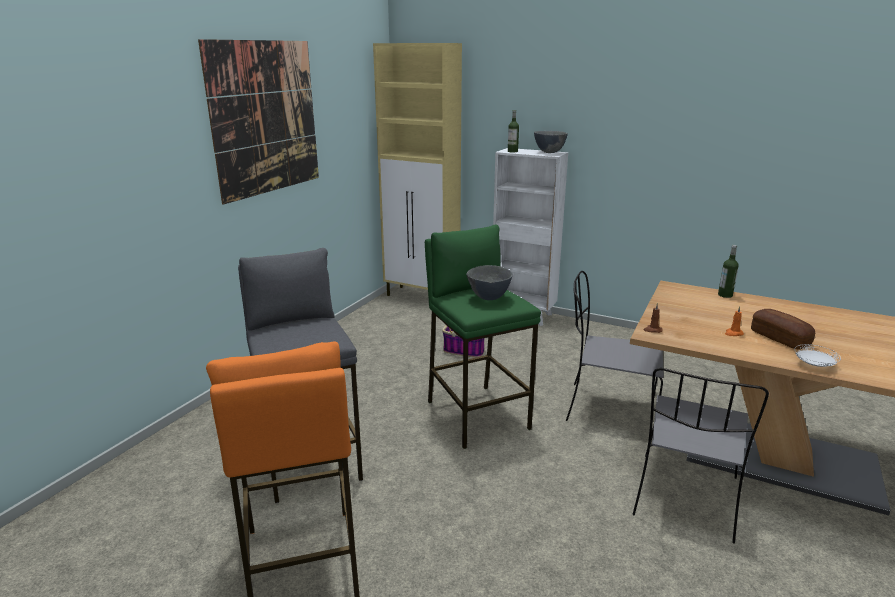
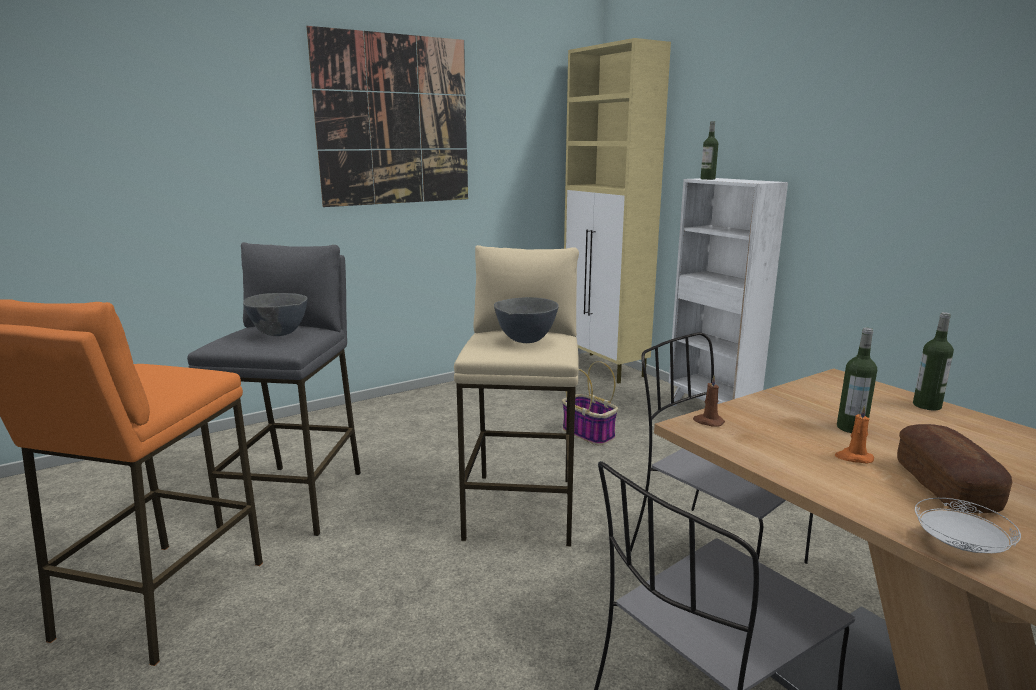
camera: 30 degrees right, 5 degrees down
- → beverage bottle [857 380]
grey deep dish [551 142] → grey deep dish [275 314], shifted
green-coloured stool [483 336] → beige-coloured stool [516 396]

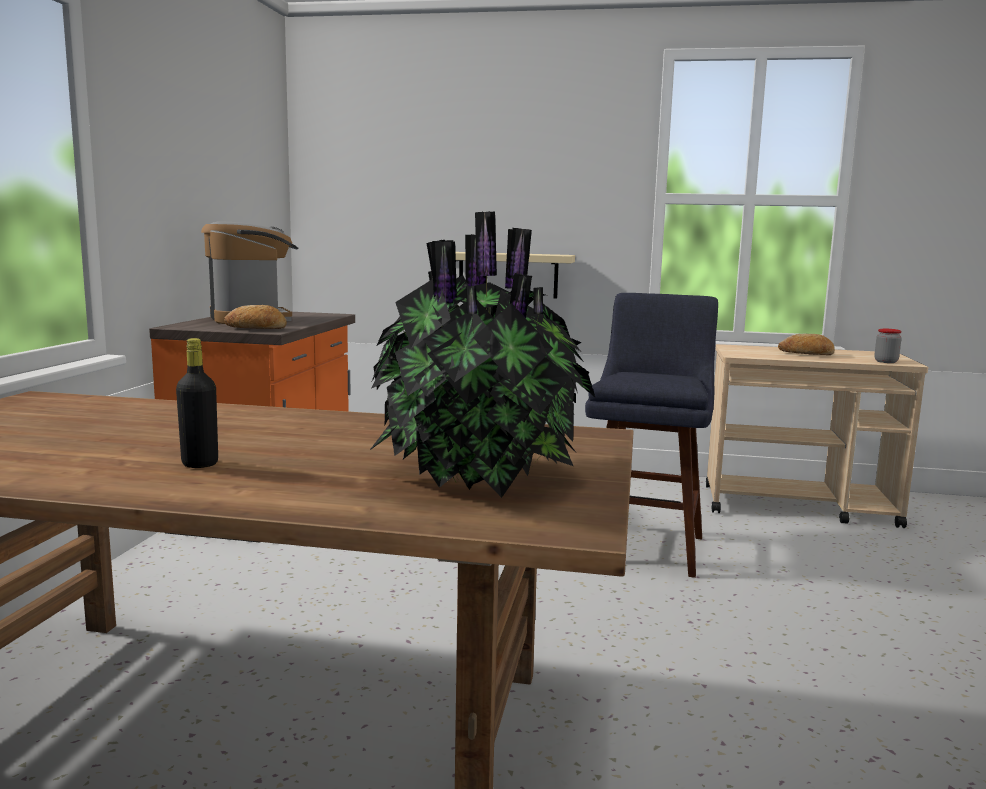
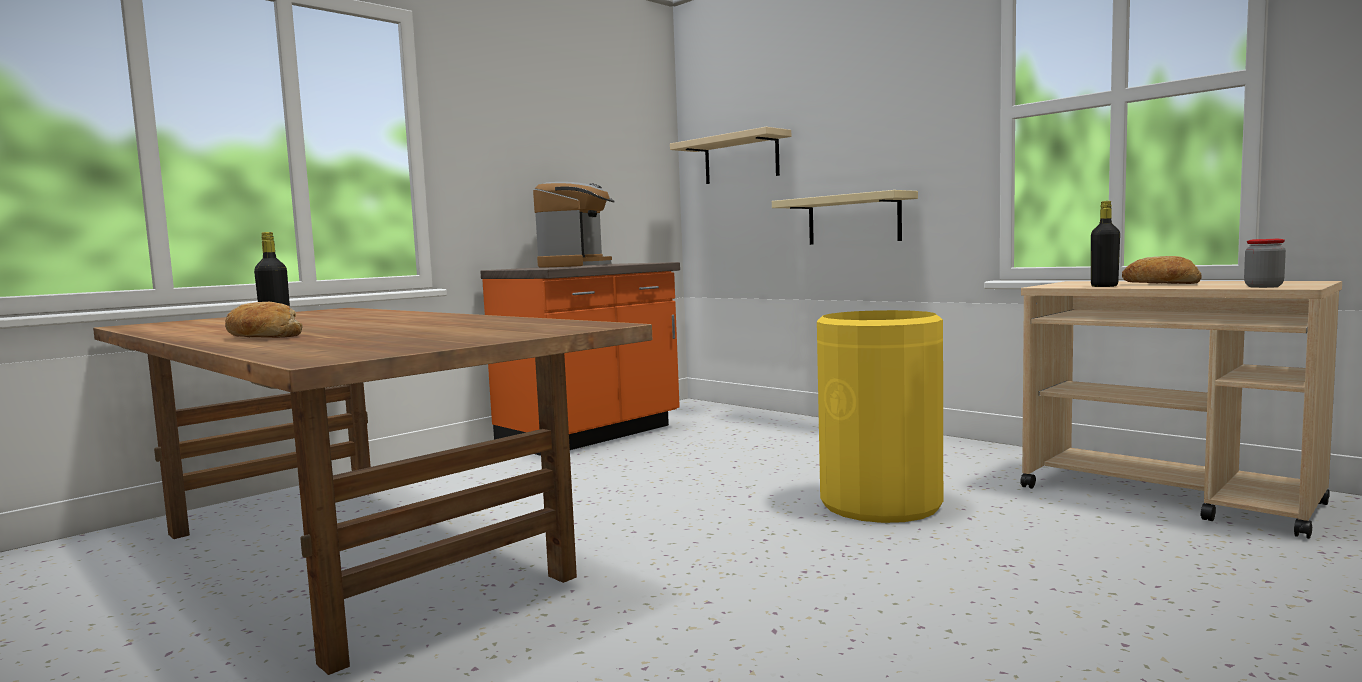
camera: 35 degrees right, 5 degrees down
houseplant [482 354] → -
- → beige-coloured wall shelf [730 155]
- → blackish beverage bottle [1105 244]
bakery bread [255 317] → bakery bread [264 320], shifted
bluish stool [651 435] → yellowish rubbish bin [880 416]

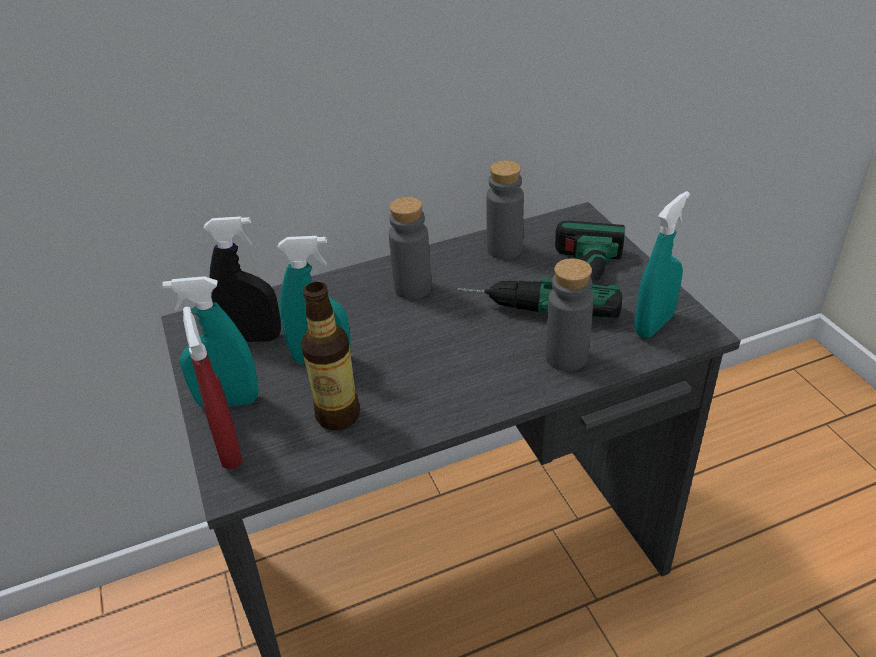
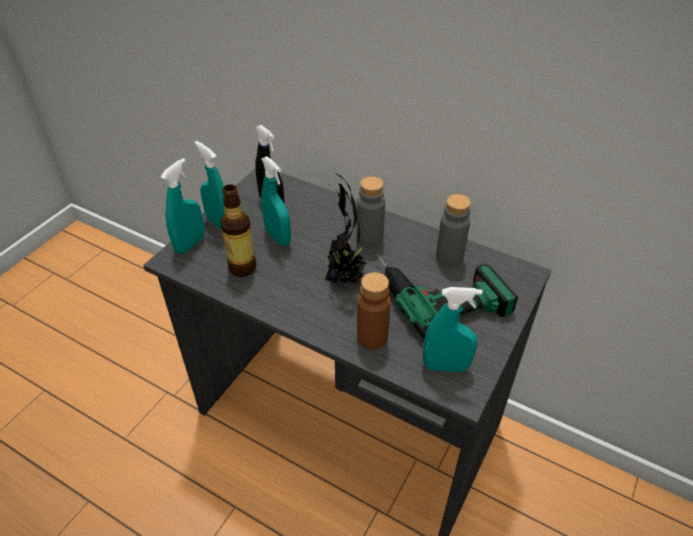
camera: 50 degrees right, 5 degrees up
- → houseplant [344 228]
reddish hand sprayer [213 387] → turquoise-coloured hand sprayer [182 206]
grey beverage bottle [569 314] → brownish beverage bottle [374 310]

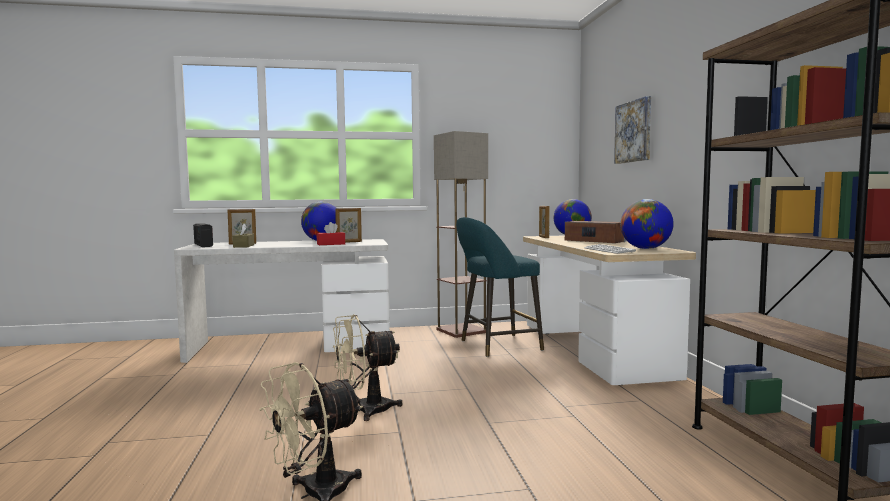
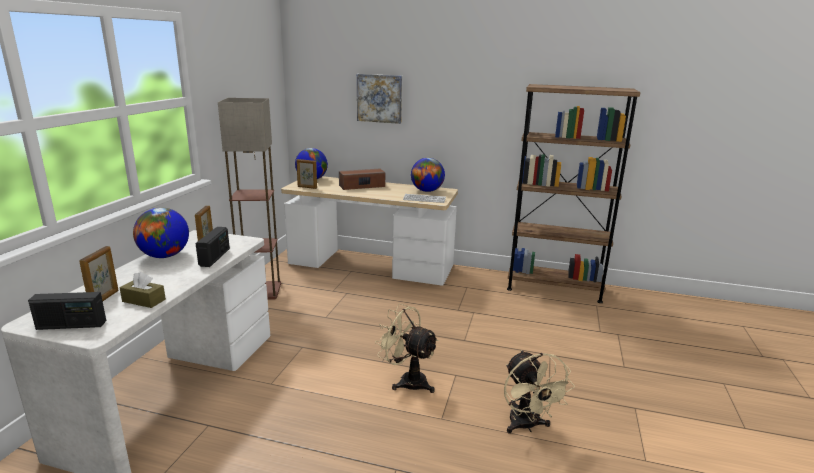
camera: 65 degrees left, 15 degrees up
turquoise-coloured stool [500 287] → -
reddish box of tissues [331 233] → radio [212 247]
beige-coloured electric fan [368 367] → beige-coloured electric fan [407 348], 120 degrees clockwise

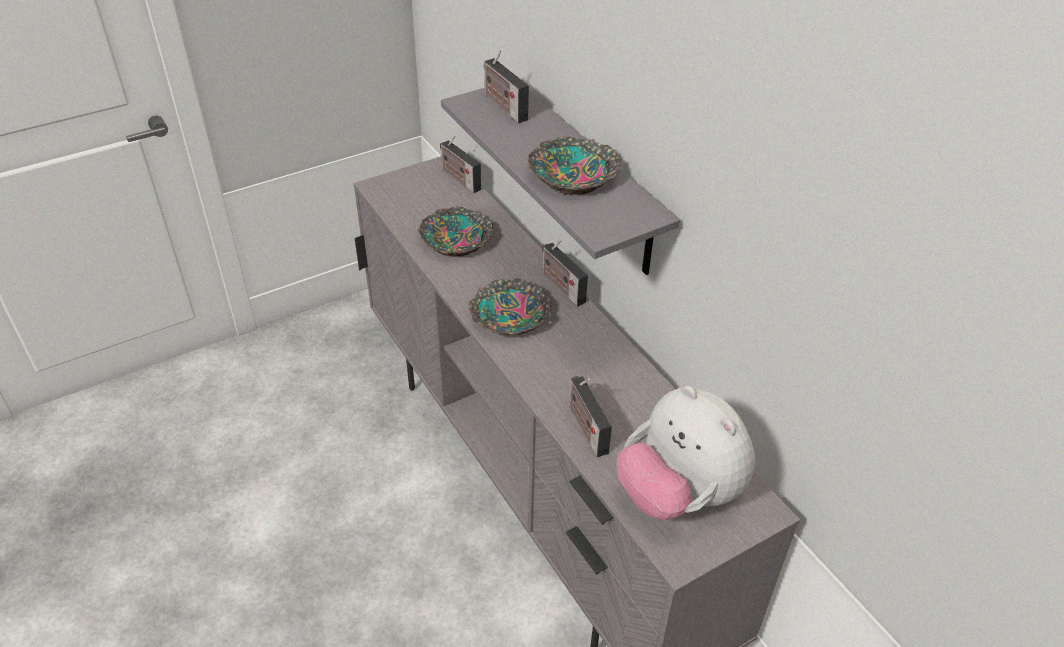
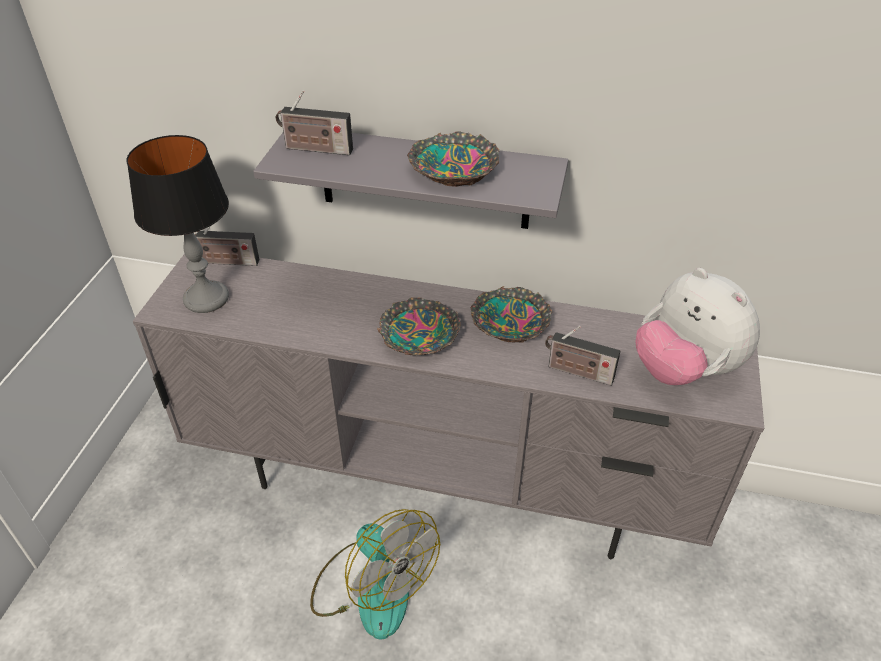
camera: 45 degrees left, 0 degrees up
radio [565 273] → -
- → tabletop lamp [178 224]
- → electric fan [375 574]
deep dish [456 231] → deep dish [511 314], shifted
soft toy [686 453] → soft toy [697 326], 45 degrees clockwise

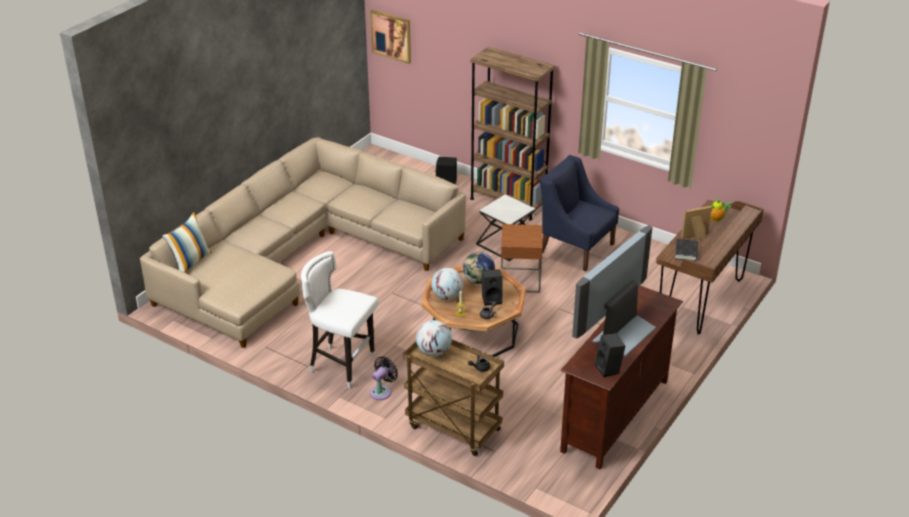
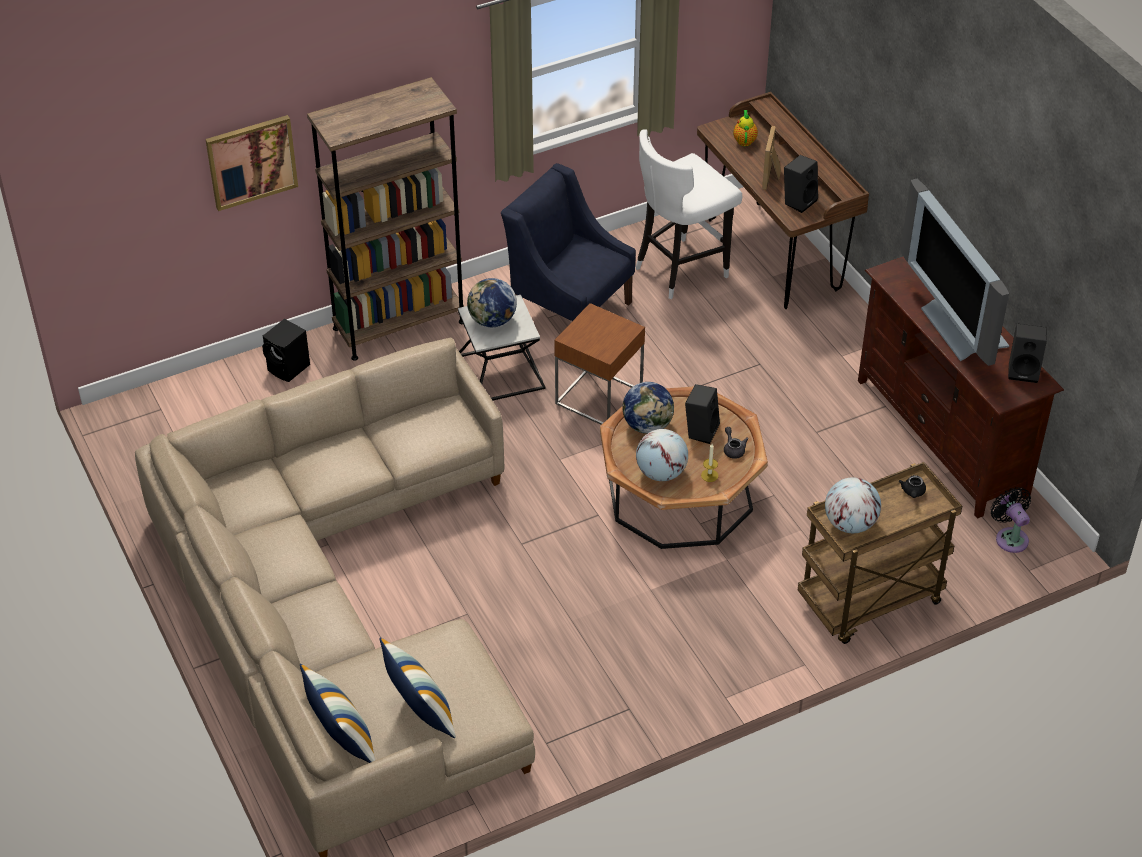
camera: 60 degrees left, 10 degrees up
- → cushion [418 688]
- → globe [492 302]
white-coloured stool [339 320] → white-coloured stool [688 214], shifted
wall art [390 37] → wall art [251 163], shifted
blackish electric fan [384 378] → blackish electric fan [1011 520], shifted
blackish book [686 250] → blackish speaker [801 184]
bluish easy chair [579 213] → bluish easy chair [568 242], 60 degrees clockwise

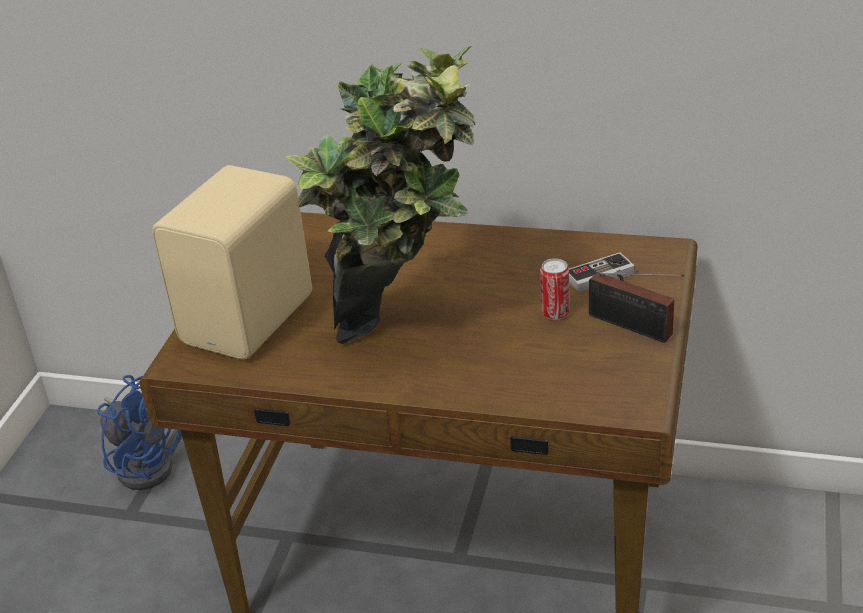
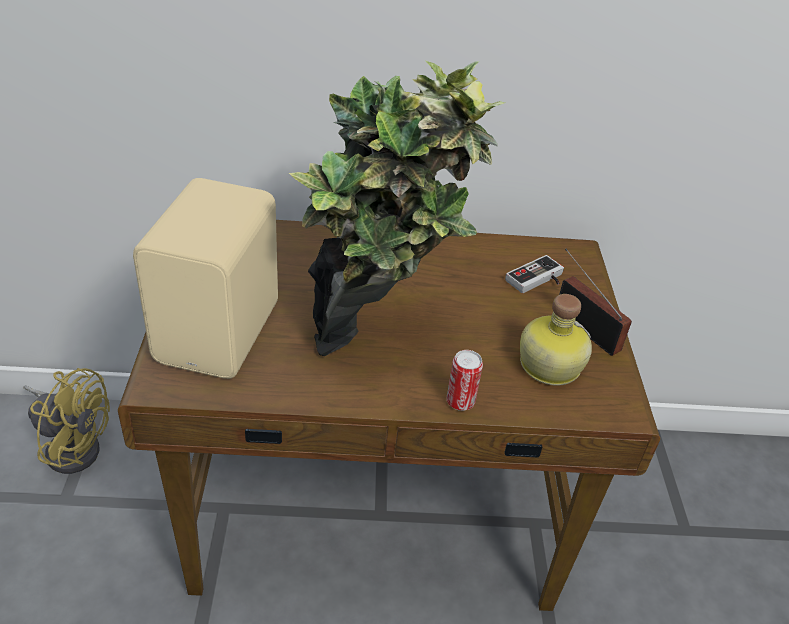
camera: 20 degrees left, 5 degrees up
- → beverage bottle [556 340]
metal can [554 289] → metal can [465 380], shifted
bluish electric fan [139 432] → yellowish electric fan [66 421]
radio [636 307] → radio [595 302], 150 degrees counterclockwise

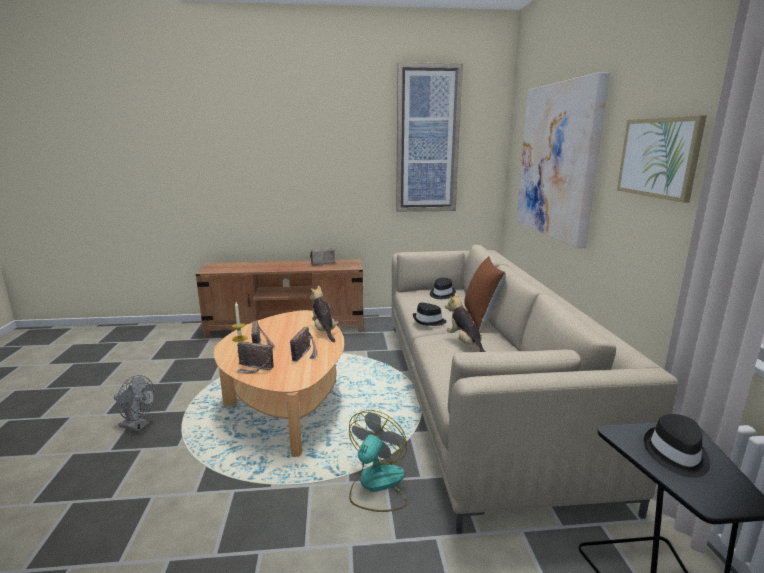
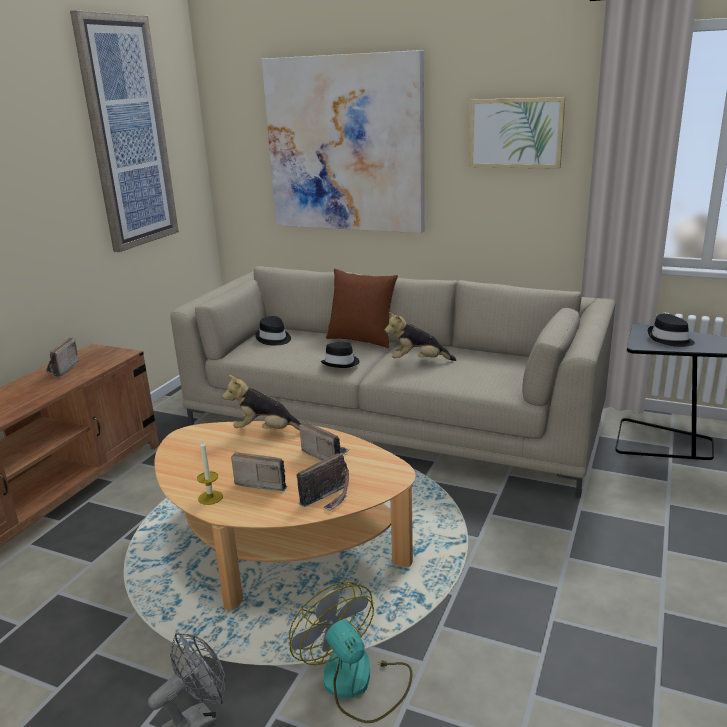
camera: 60 degrees left, 5 degrees up
electric fan [378 461] → electric fan [350 652], shifted

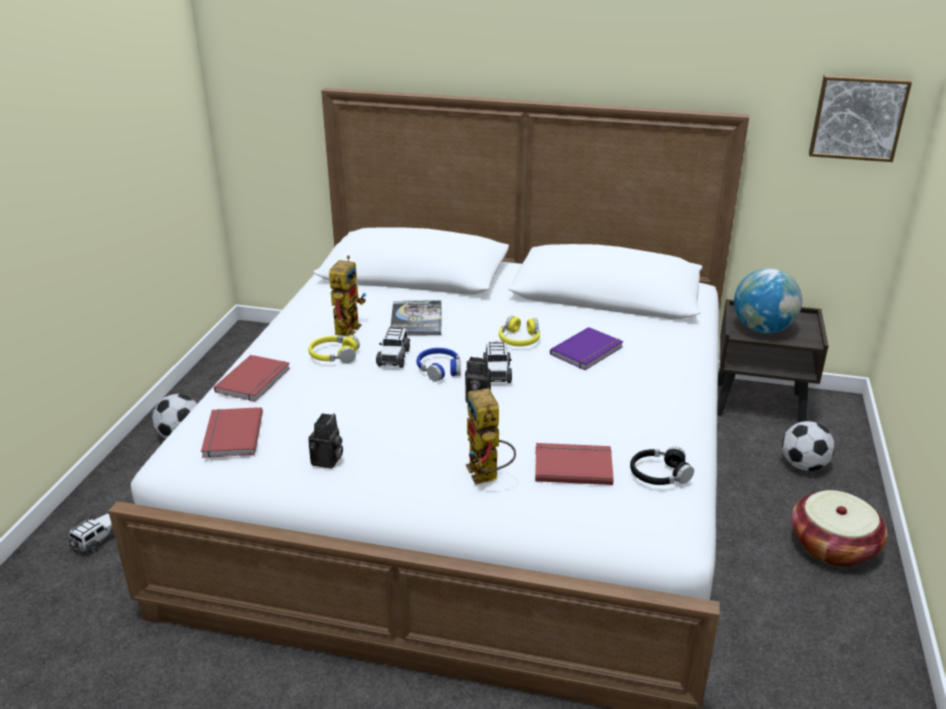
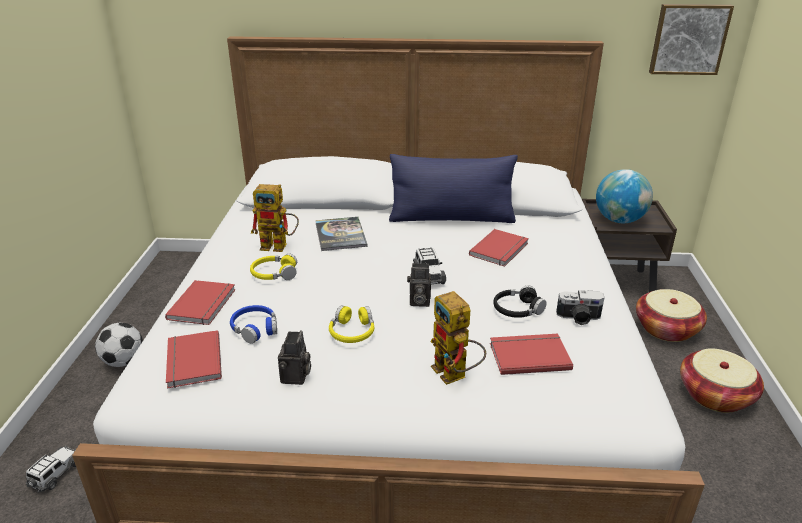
camera: 10 degrees left, 0 degrees up
model car [393 347] → -
- → bluish cushion [453 188]
- → still camera [580 307]
bluish headset [438 365] → bluish headset [253 324], shifted
yellowish headset [519 331] → yellowish headset [351 324], shifted
blackish headset [662 466] → blackish headset [520 301], shifted
football ball [808 446] → household basket [671 315]
purple book [586 348] → reddish book [499 248]
robot figure [347 296] → robot figure [275 218], 90 degrees clockwise

